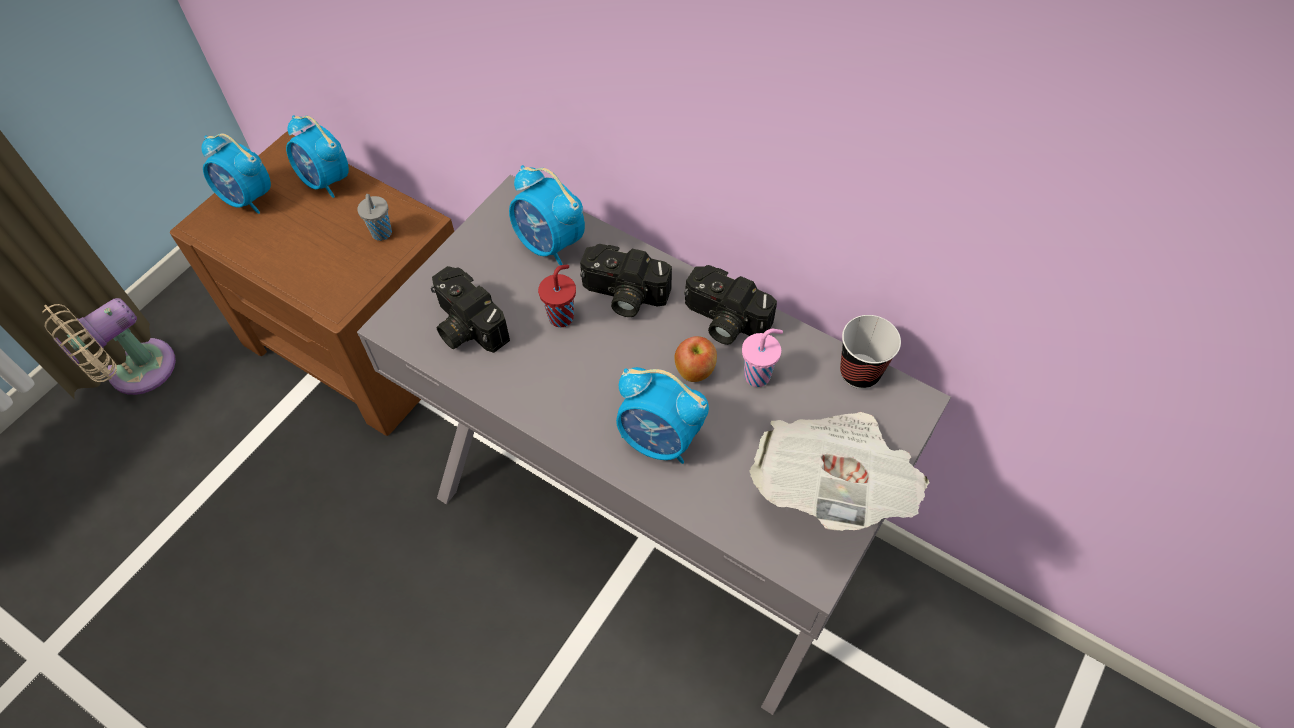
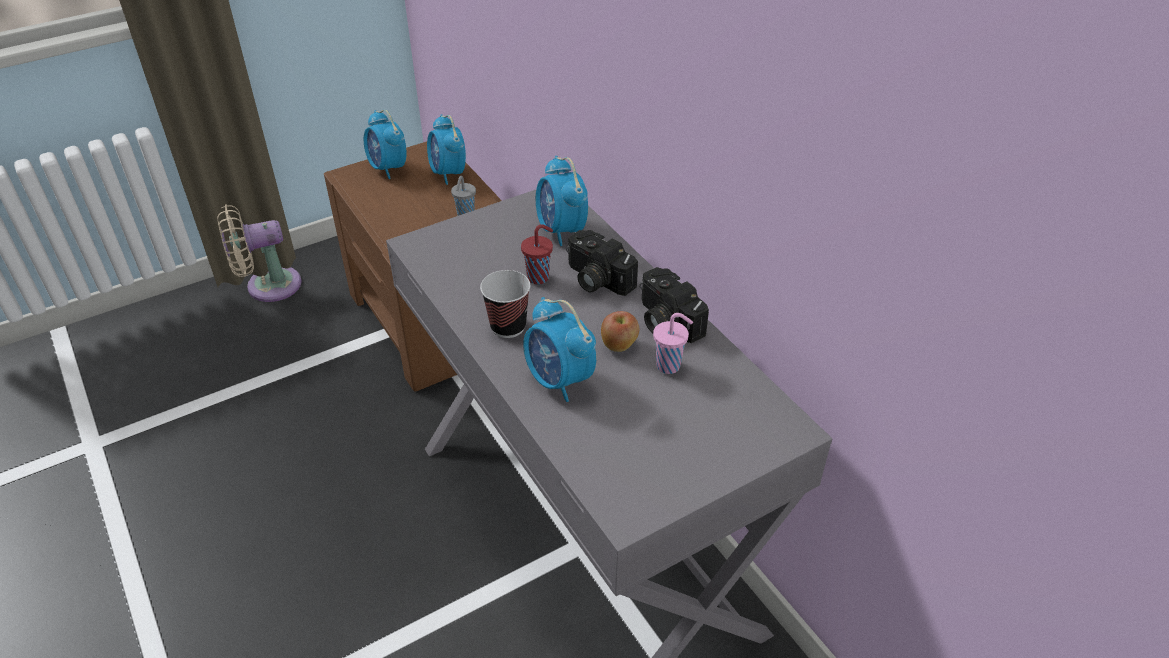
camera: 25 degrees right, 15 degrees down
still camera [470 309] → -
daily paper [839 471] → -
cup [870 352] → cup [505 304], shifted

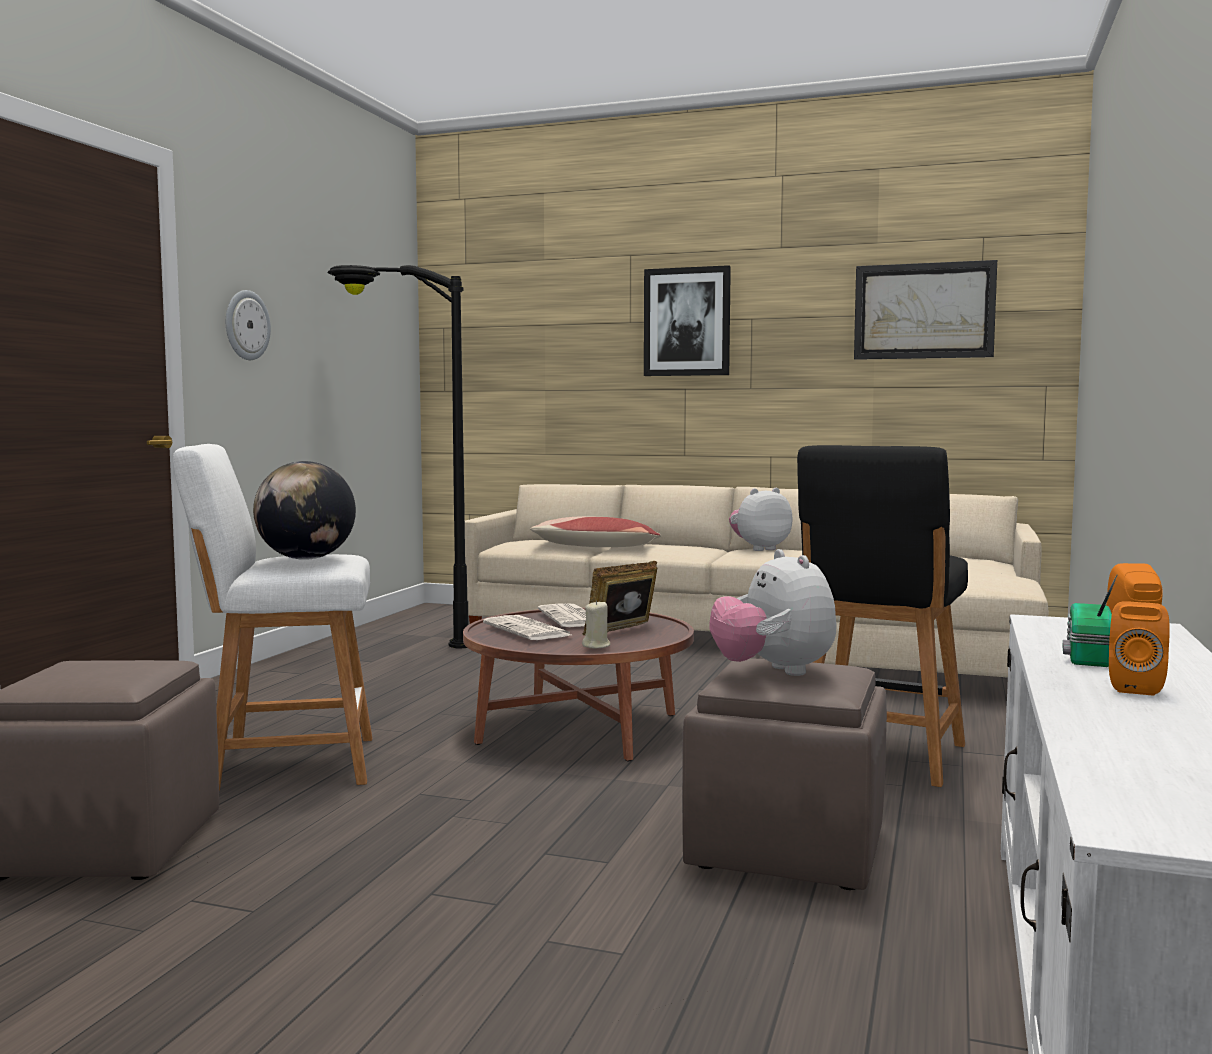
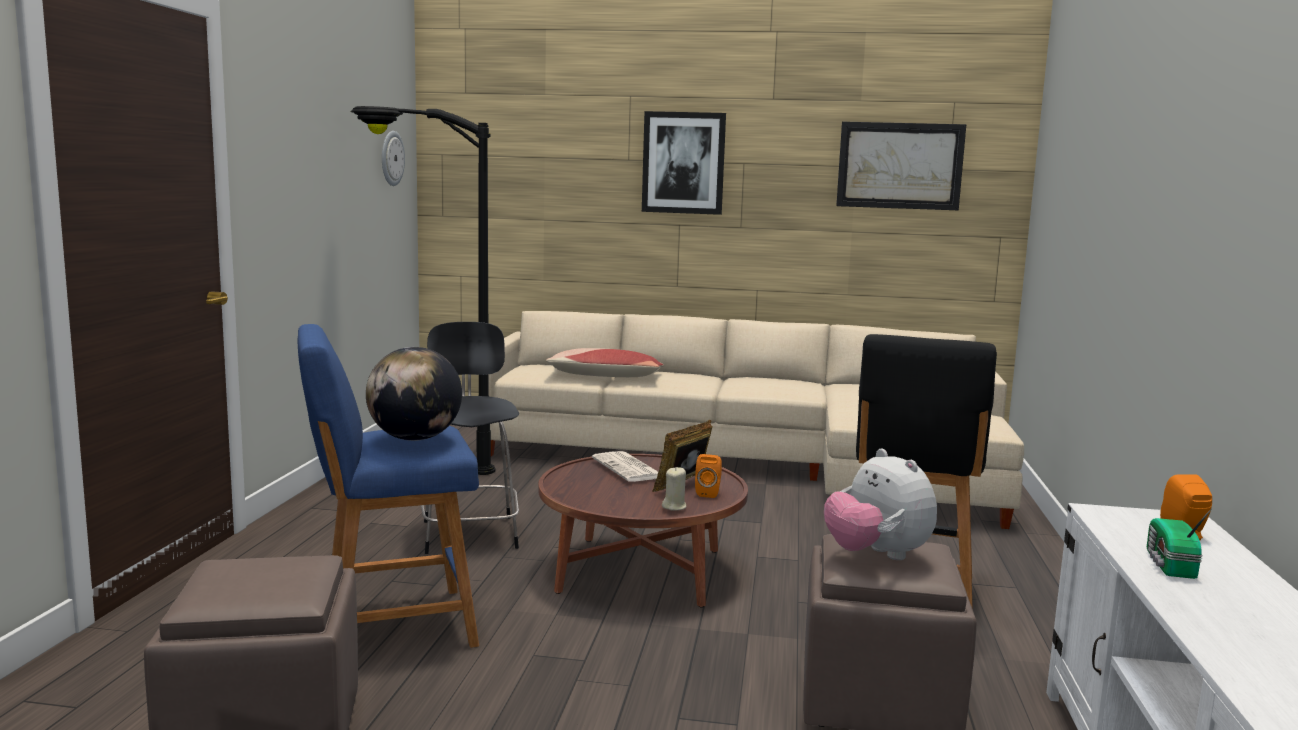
camera: 10 degrees left, 5 degrees up
daily paper [527 627] → -
soft toy [760 519] → -
- → blackish stool [470 438]
hanging clock [248 325] → hanging clock [393 158], shifted
orange speaker [1139 648] → orange speaker [708 476], shifted
white-coloured stool [272 617] → bluish stool [388 486]

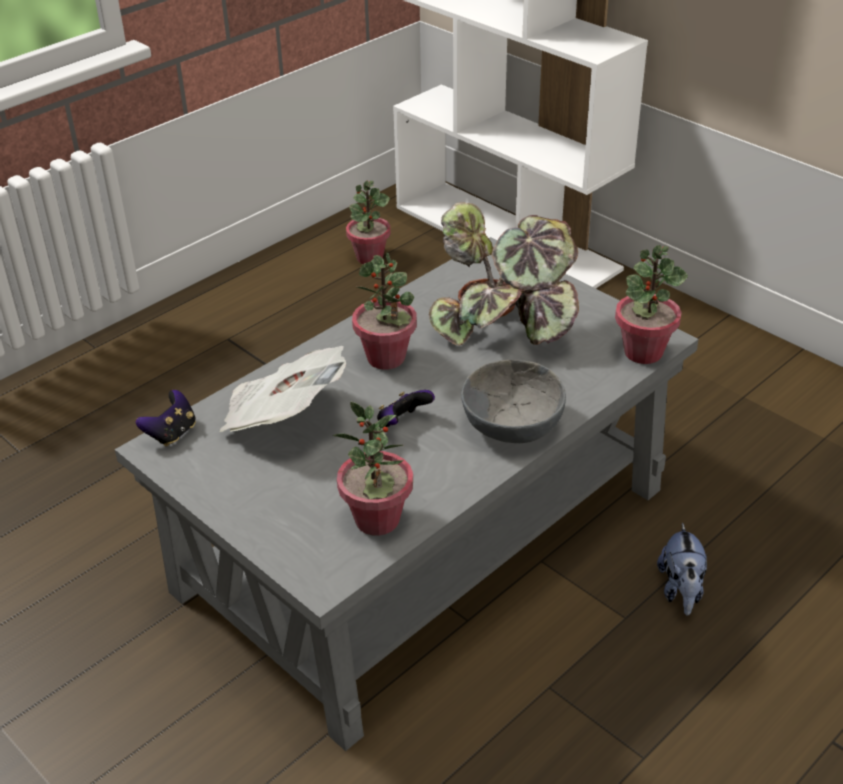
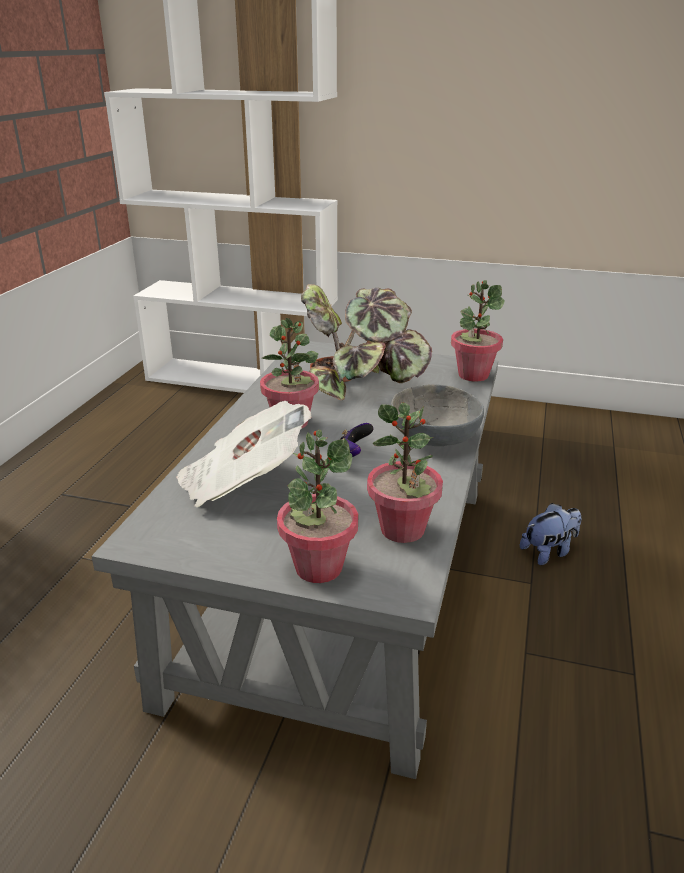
camera: 30 degrees left, 10 degrees down
joypad [166 418] → -
houseplant [368 222] → houseplant [317 506], shifted
soft toy [682 569] → soft toy [550 534], 90 degrees counterclockwise

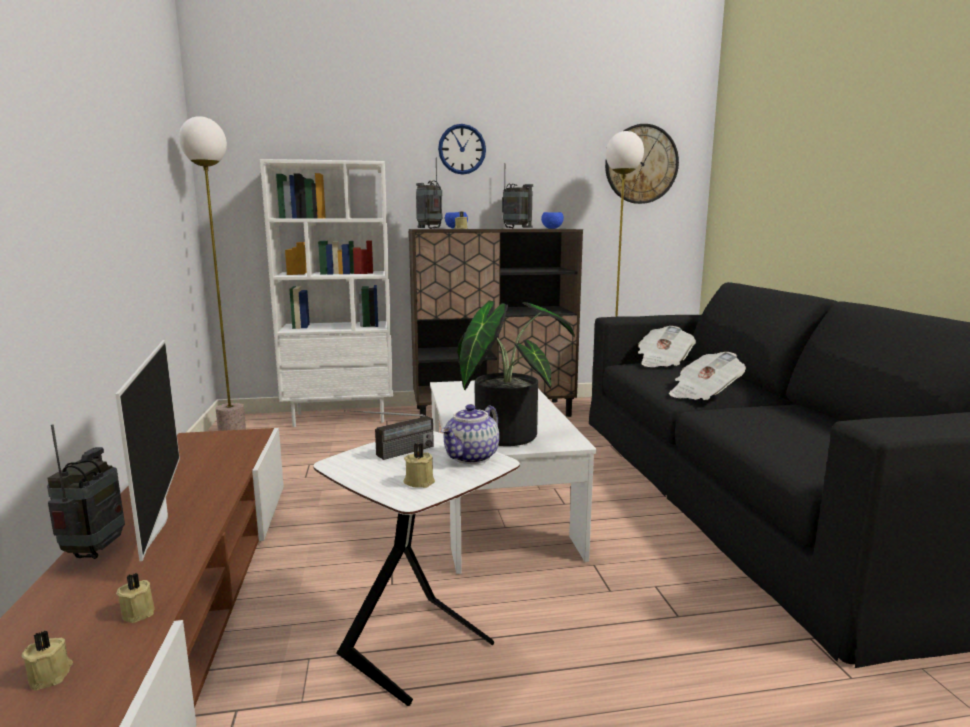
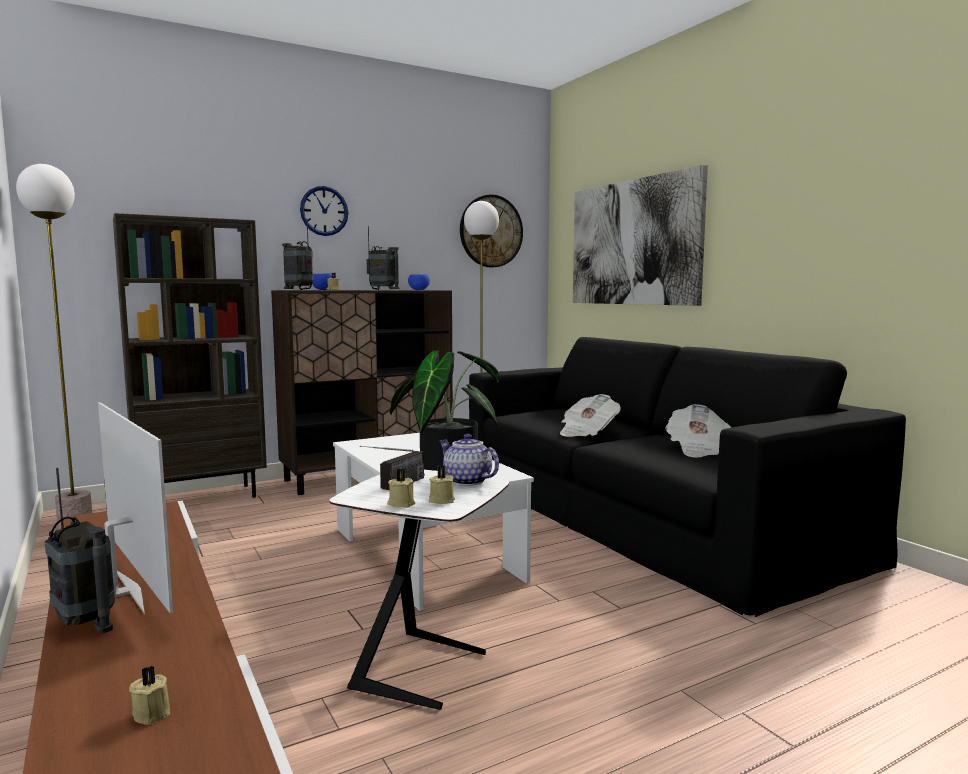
camera: 20 degrees left, 5 degrees down
- → wall art [640 235]
beige-coloured wax candle [135 598] → beige-coloured wax candle [401 488], shifted
daily paper [667 346] → daily paper [698 431], shifted
white-coloured shelving unit [326 293] → brownish shelving unit [190 355]
radio [86 491] → radio [80 550], 150 degrees clockwise
teapot [470 434] → teapot [469 460], 120 degrees clockwise

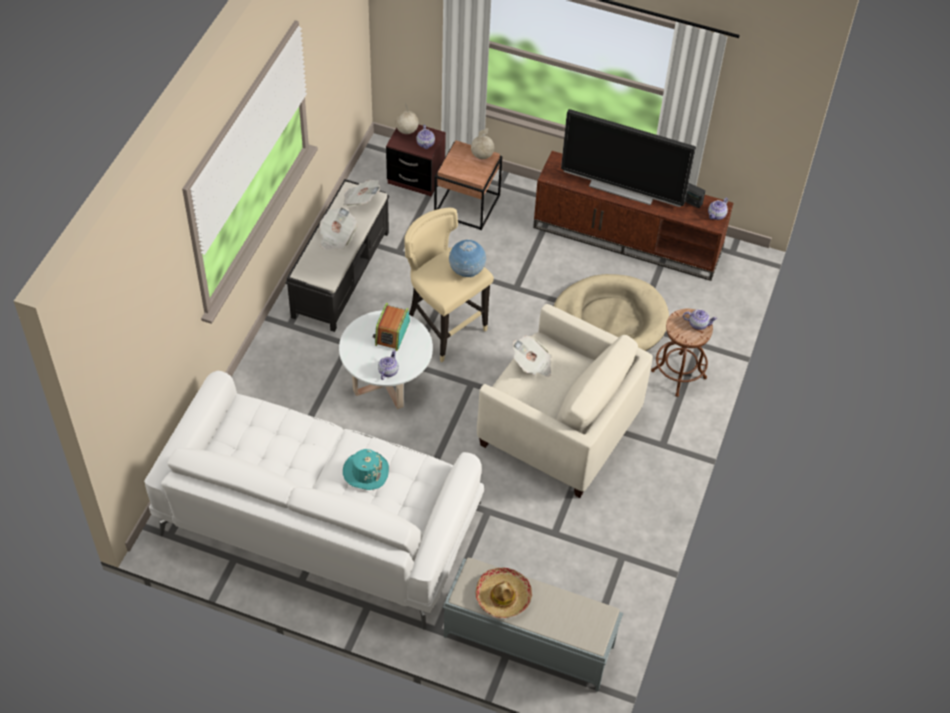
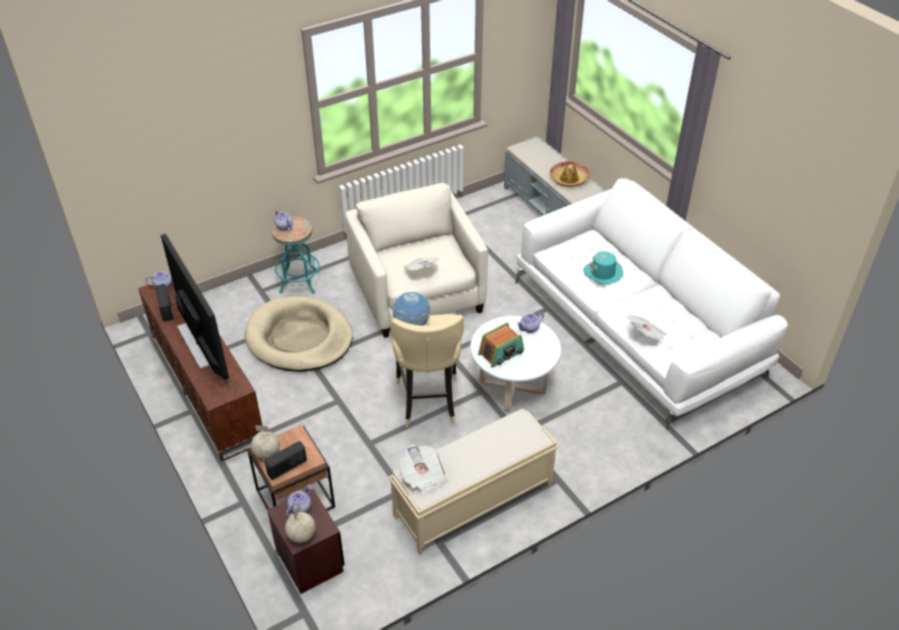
camera: 140 degrees left, 10 degrees down
- → radio [286 460]
daily paper [338 228] → daily paper [647 327], shifted
blackish long seat [337 255] → beige-coloured long seat [473 482]
brownish stool [682 353] → turquoise-coloured stool [295 255]

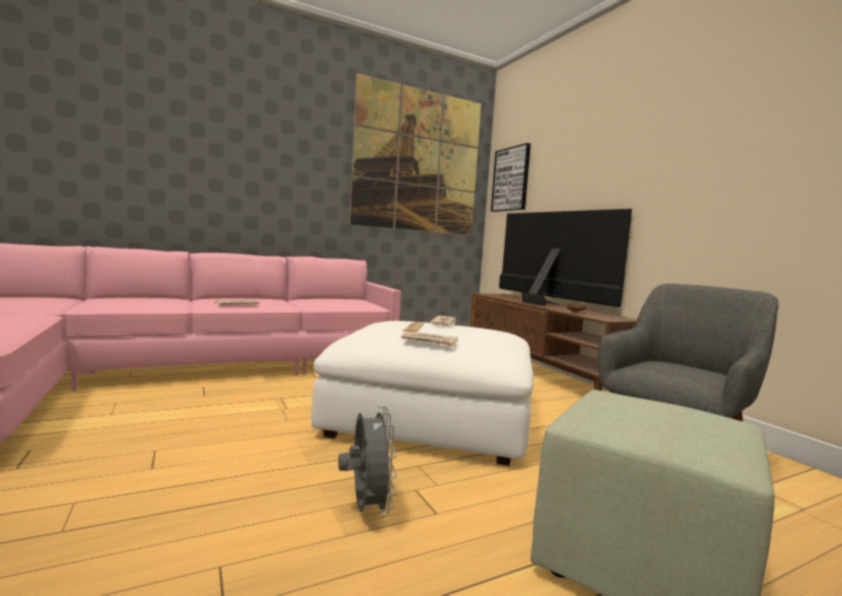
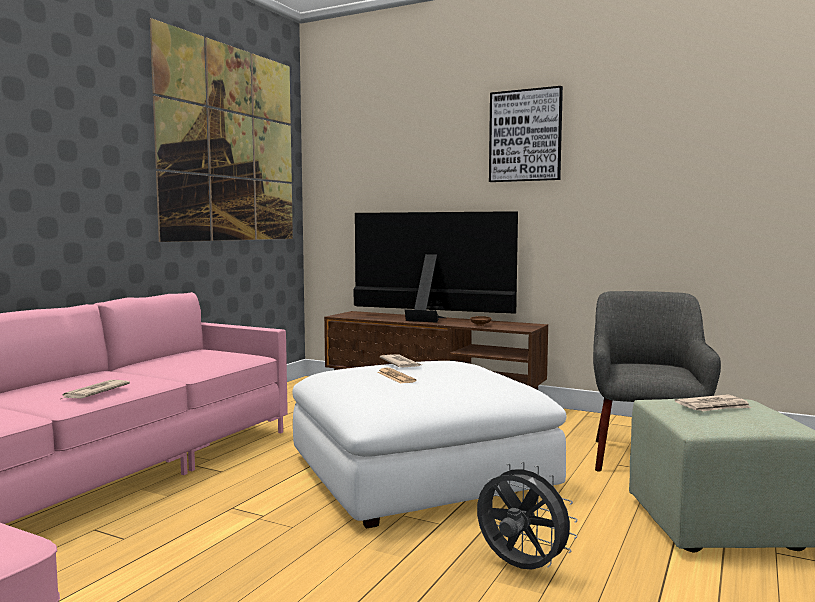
camera: 35 degrees left, 0 degrees up
daily paper [429 339] → daily paper [713 402], shifted
wall art [511 177] → wall art [526 134], shifted

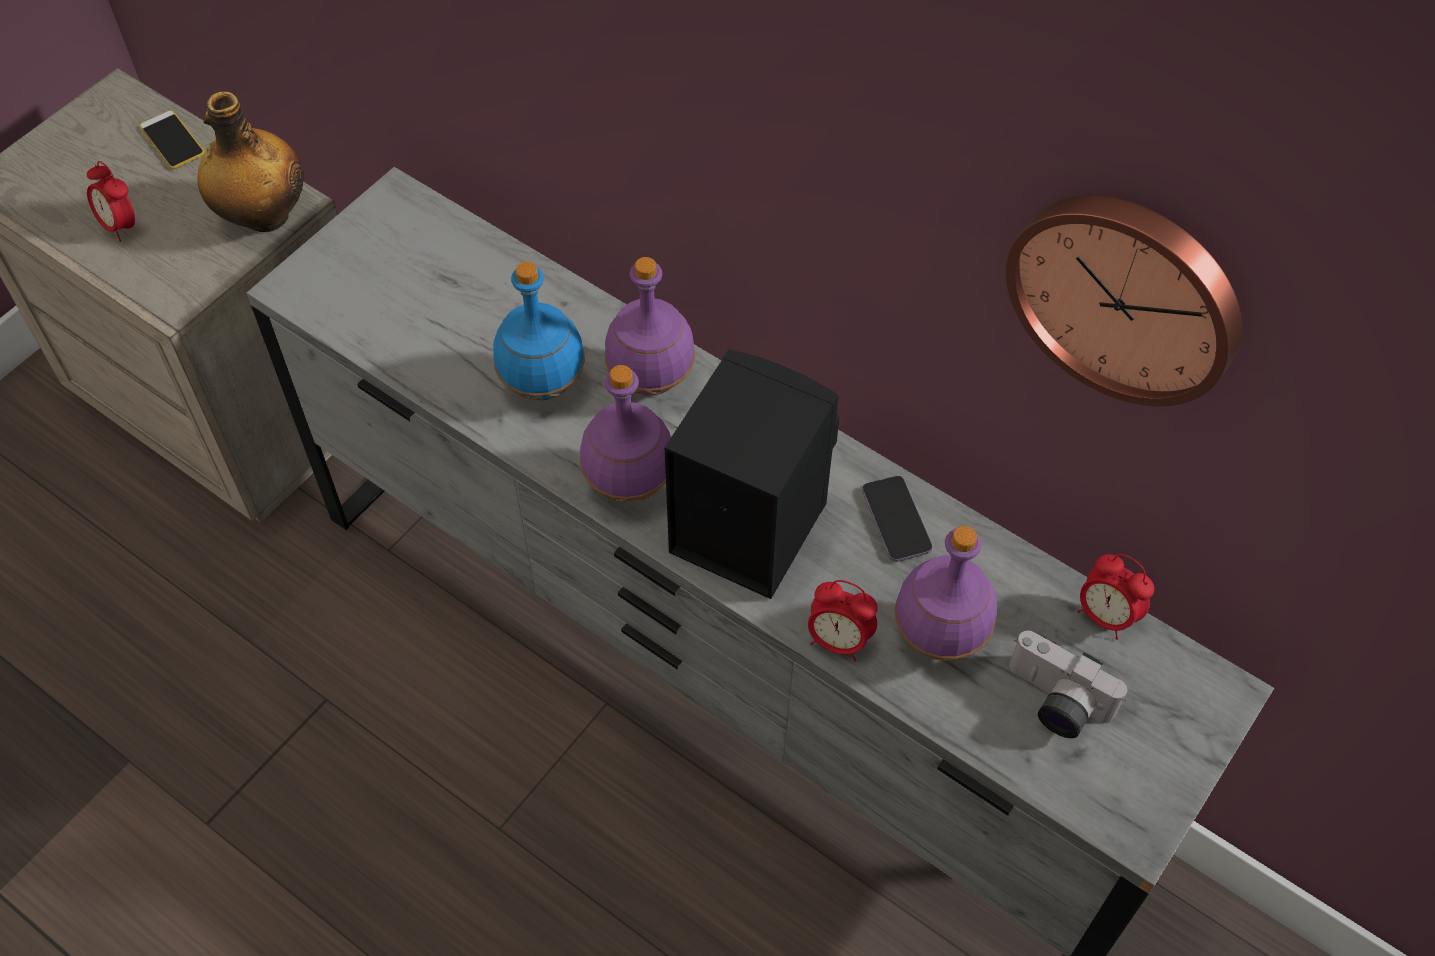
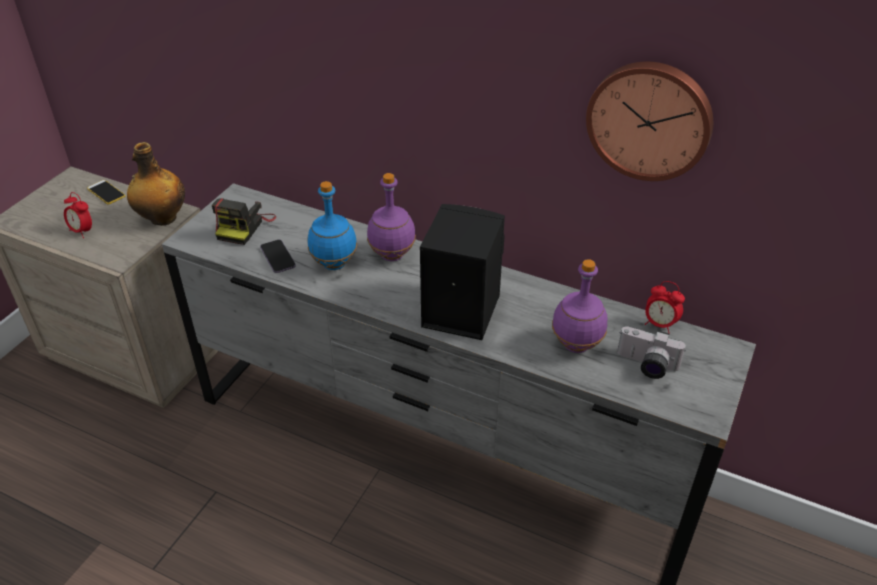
camera: 10 degrees left, 15 degrees down
purple beverage bottle [625 433] → -
bedside clock [843 620] → -
- → still camera [244 221]
phone [897 519] → phone [278 256], shifted

